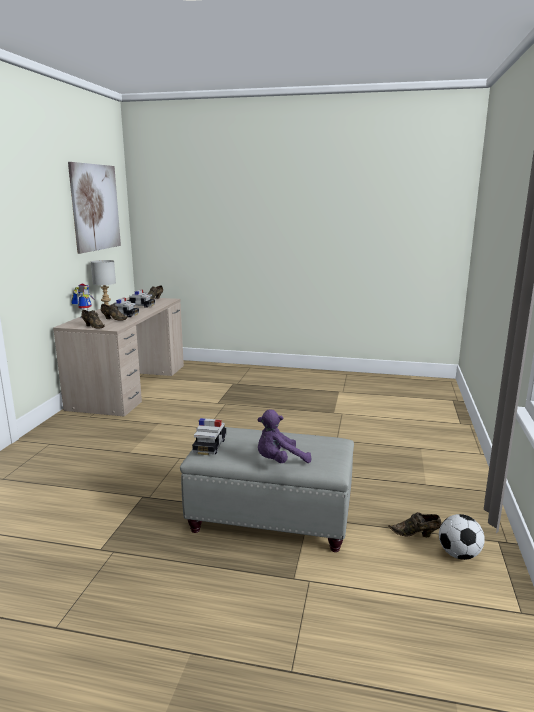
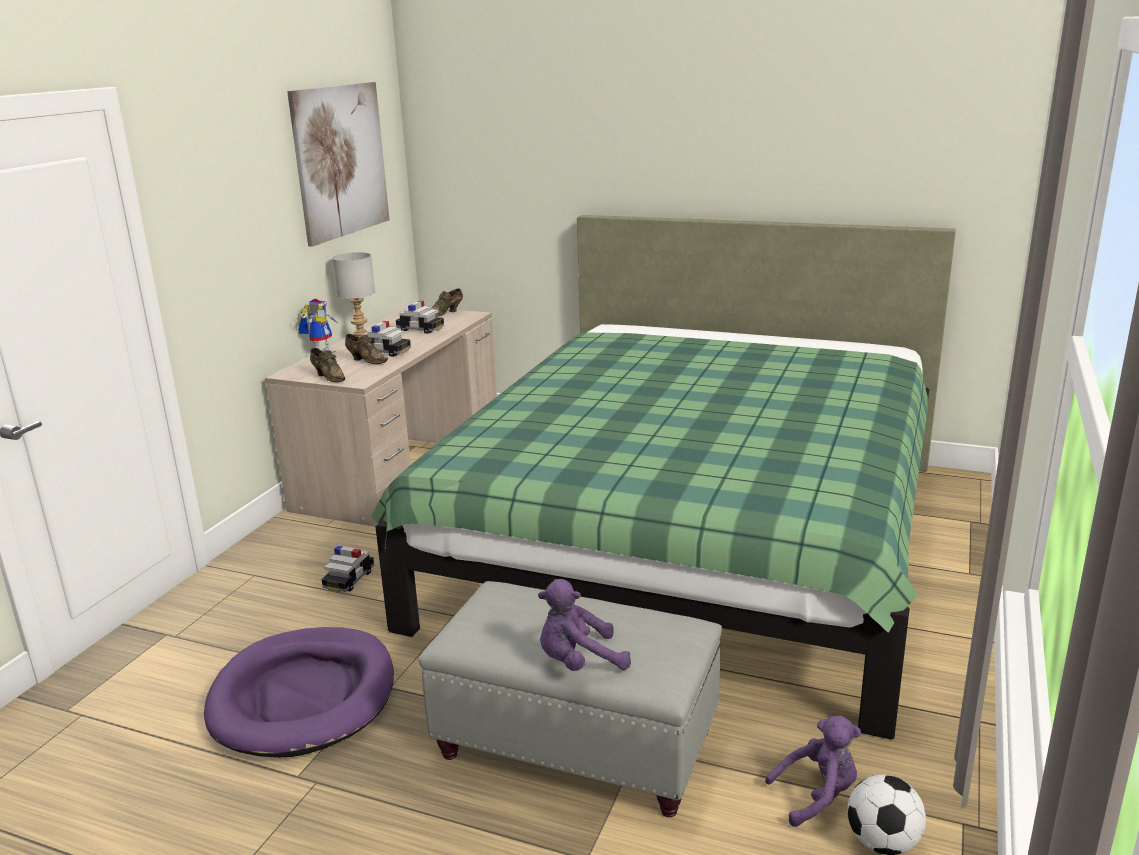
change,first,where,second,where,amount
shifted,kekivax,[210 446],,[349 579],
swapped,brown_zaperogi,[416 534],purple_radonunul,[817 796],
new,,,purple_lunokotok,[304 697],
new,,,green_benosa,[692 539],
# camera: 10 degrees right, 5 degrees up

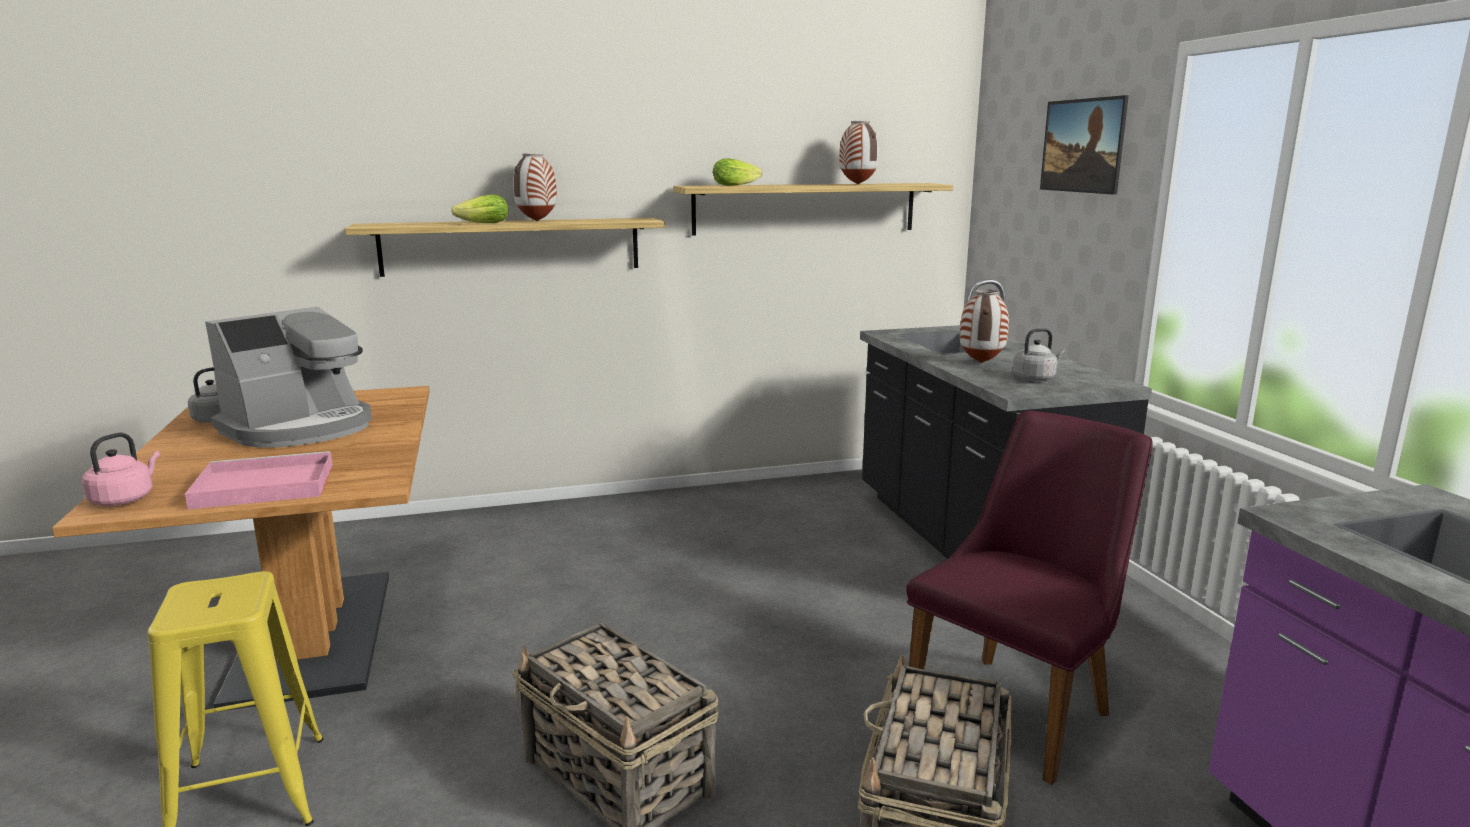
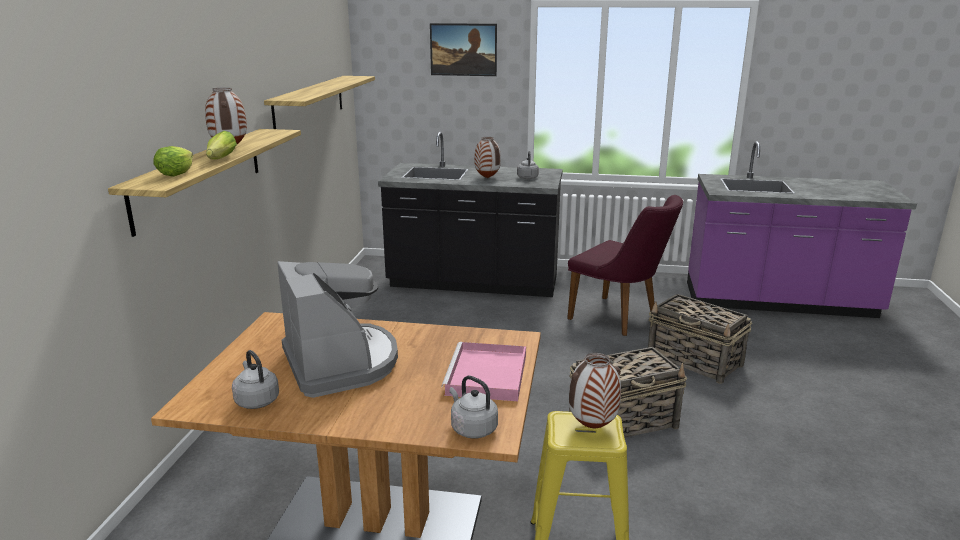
change,first,where,second,where,amount
repainted,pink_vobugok,[125 499],grey_vobugok,[472 428],
shifted,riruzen,[738 185],,[178 172],
shifted,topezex,[857 184],,[592 427],
rotated,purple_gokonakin,[1021 705],,[620 318],150 degrees clockwise
# camera: 65 degrees left, 5 degrees up

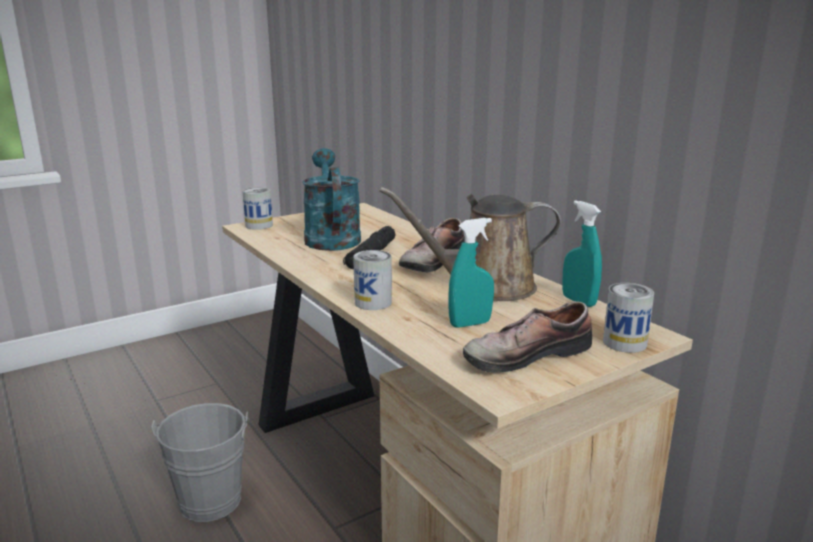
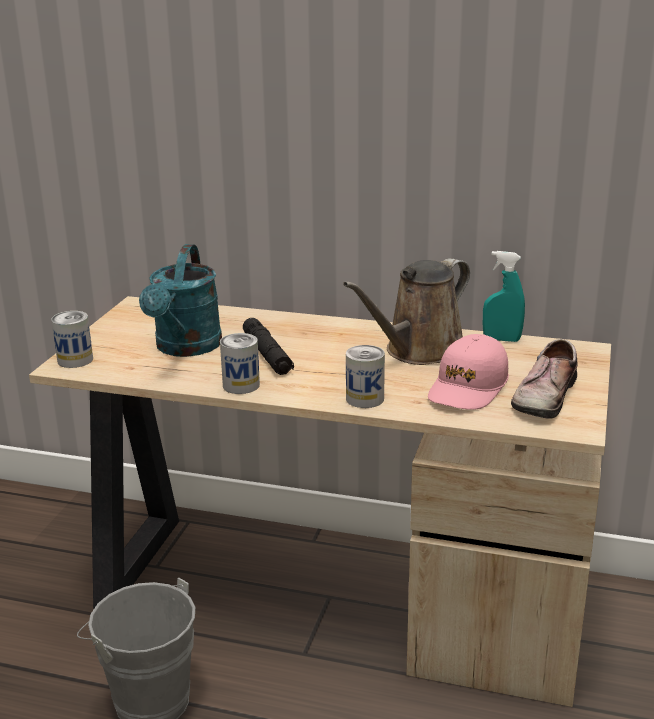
change,first,where,second,where,amount
rotated,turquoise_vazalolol,[330 237],,[185 348],120 degrees counterclockwise
gone,zaperogi,[430 260],,,
swapped,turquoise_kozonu,[470 324],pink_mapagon,[468 387],
shifted,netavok,[624 343],,[241 385],
# camera: 40 degrees left, 5 degrees up

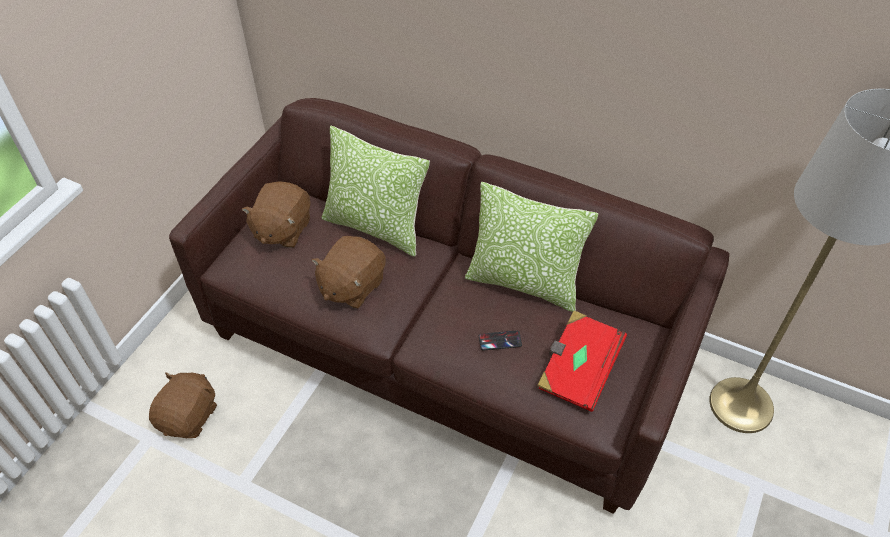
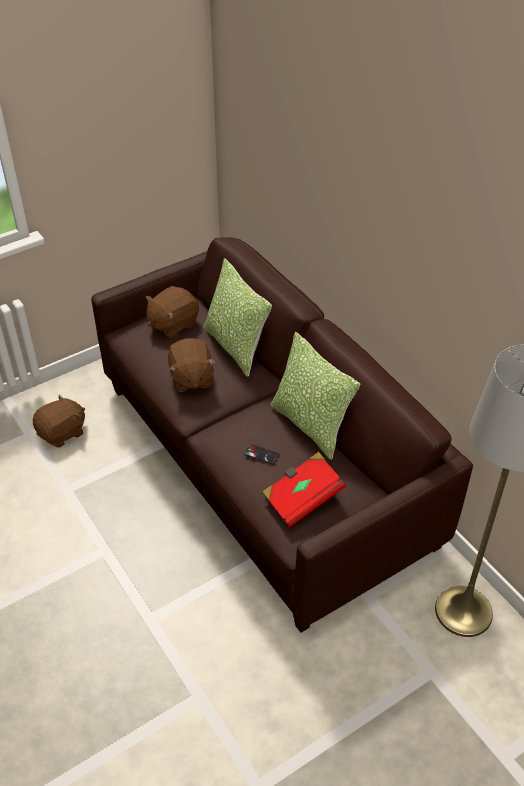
change,first,where,second,where,amount
rotated,brown_radonunul,[351 286],,[191 378],75 degrees counterclockwise
# camera: 30 degrees right, 5 degrees down

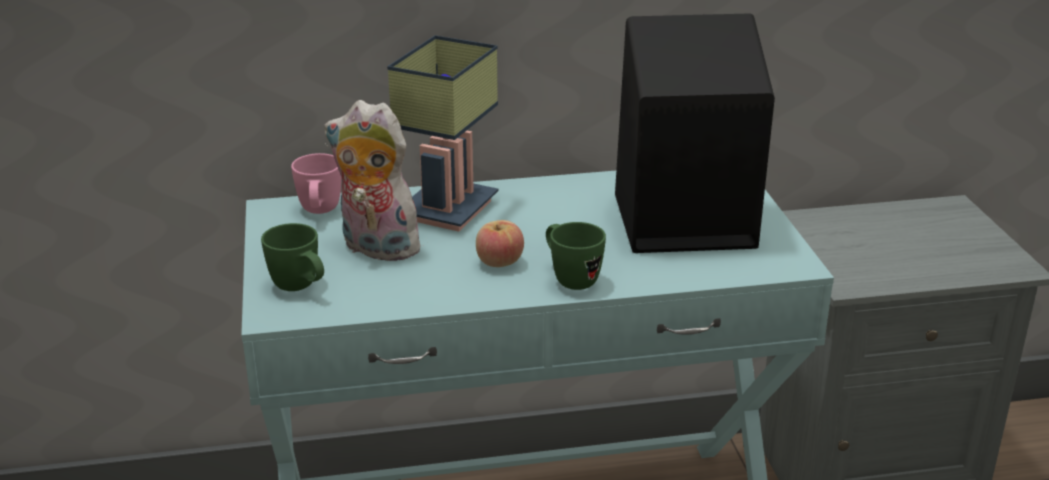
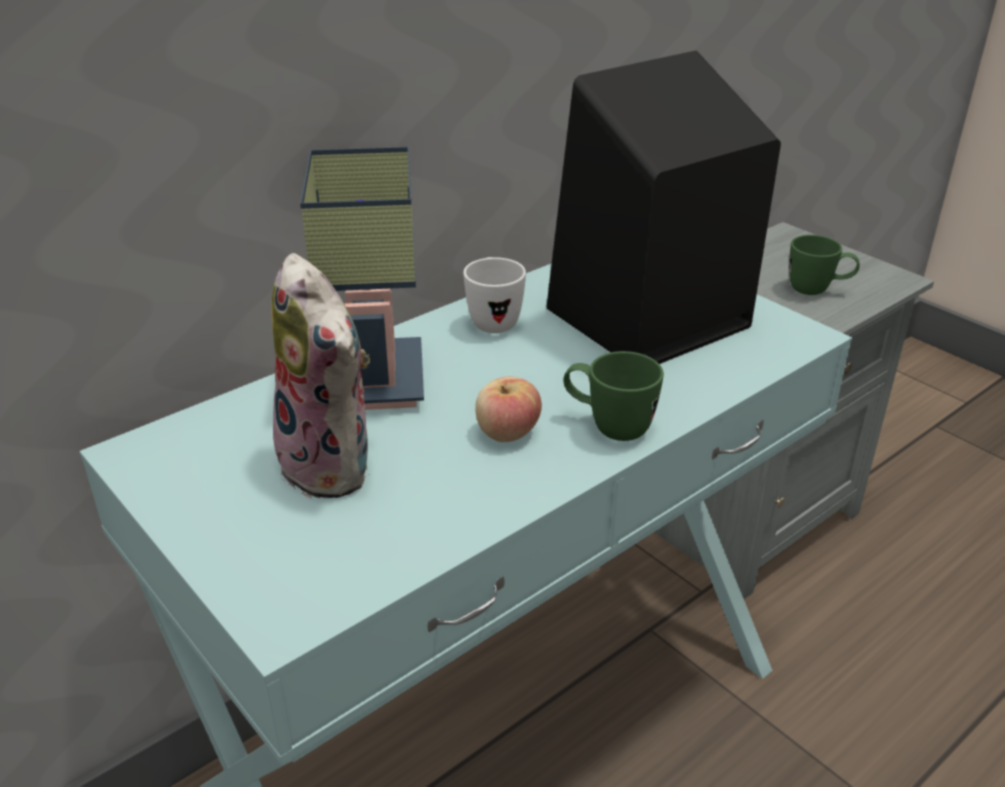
change,first,where,second,where,amount
shifted,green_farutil,[301 288],,[817 291],
gone,pink_farutil,[319 213],,,
rotated,radonunul,[375 248],,[334 466],120 degrees counterclockwise
new,,,white_farutil,[493 320],
# camera: 30 degrees left, 5 degrees up

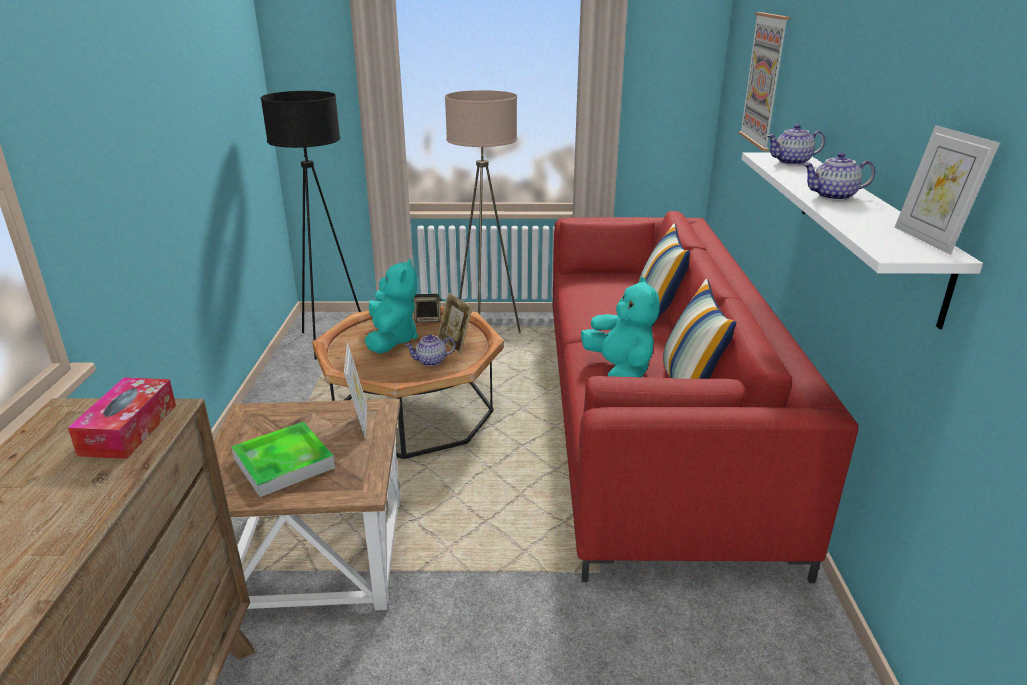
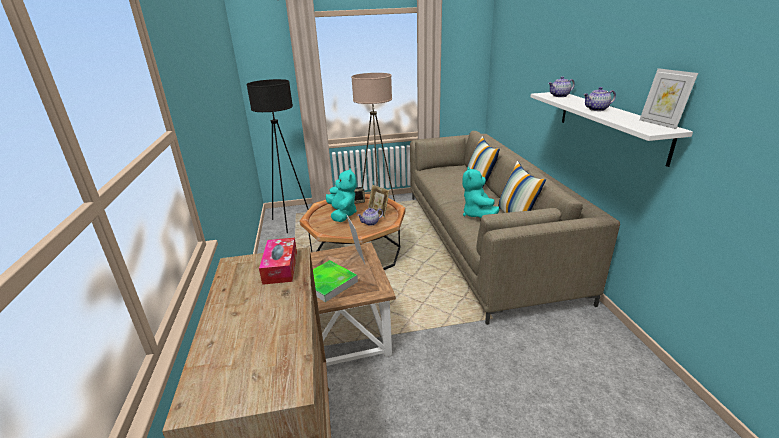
change,first,where,second,where,amount
repainted,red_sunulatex,[649 418],beige_sunulatex,[483 240],
rotated,turquoise_radonunul,[620 372],,[478 215],150 degrees counterclockwise
gone,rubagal,[764 80],,,
# camera: 10 degrees left, 0 degrees up

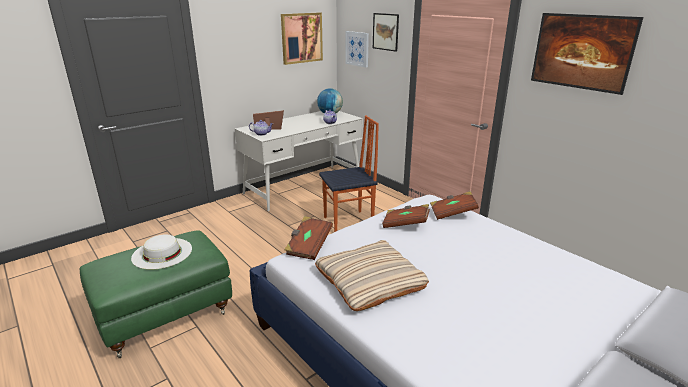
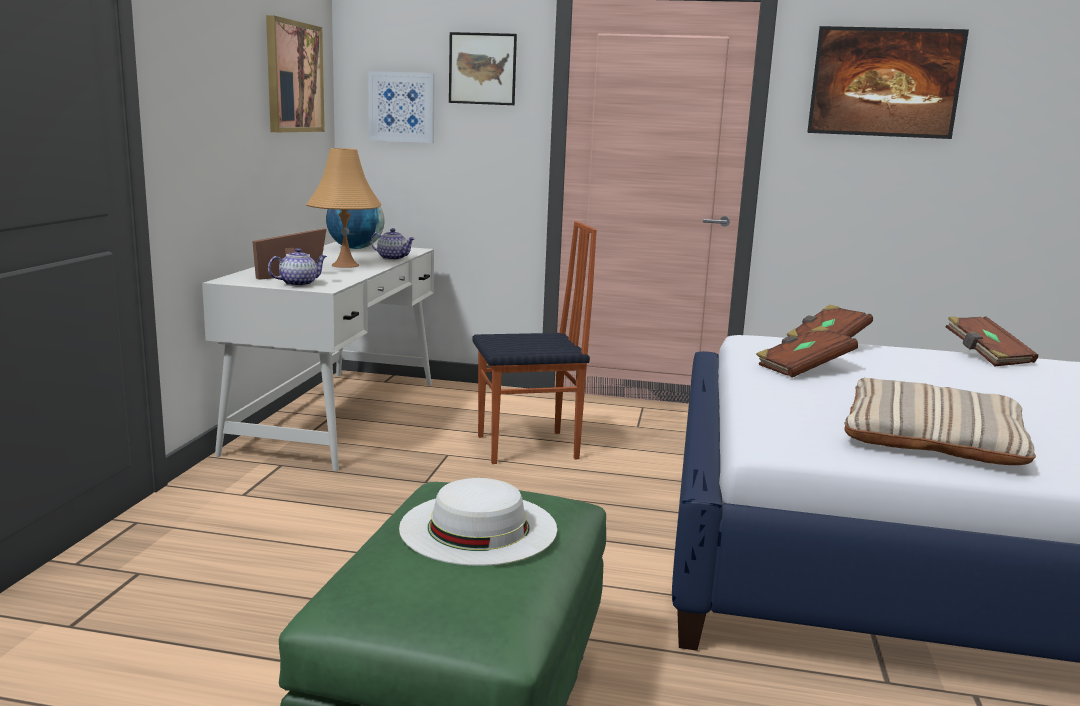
change,first,where,second,where,amount
shifted,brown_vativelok,[308 246],,[986 356],
rotated,gokonakin,[349 222],,[528 448],45 degrees clockwise
new,,,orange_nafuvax,[345 265],
# camera: 40 degrees left, 10 degrees down

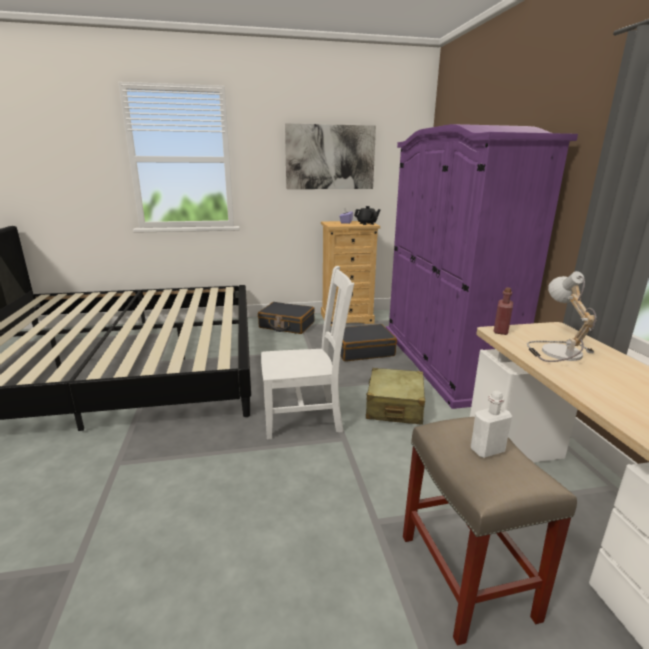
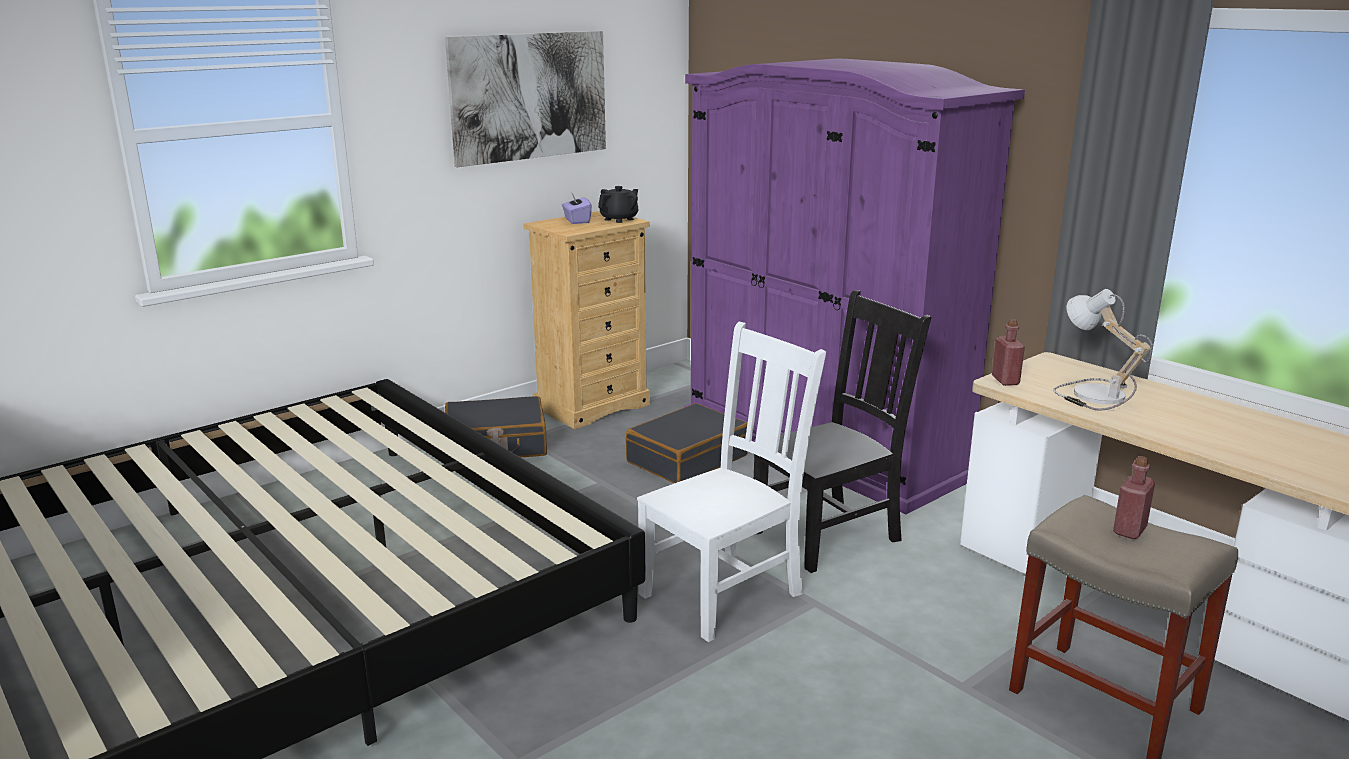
change,first,where,second,where,amount
swapped,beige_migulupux,[394 406],black_gokonakin,[830 534],
repainted,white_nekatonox,[487 450],red_nekatonox,[1129 530],
# camera: 30 degrees left, 0 degrees up

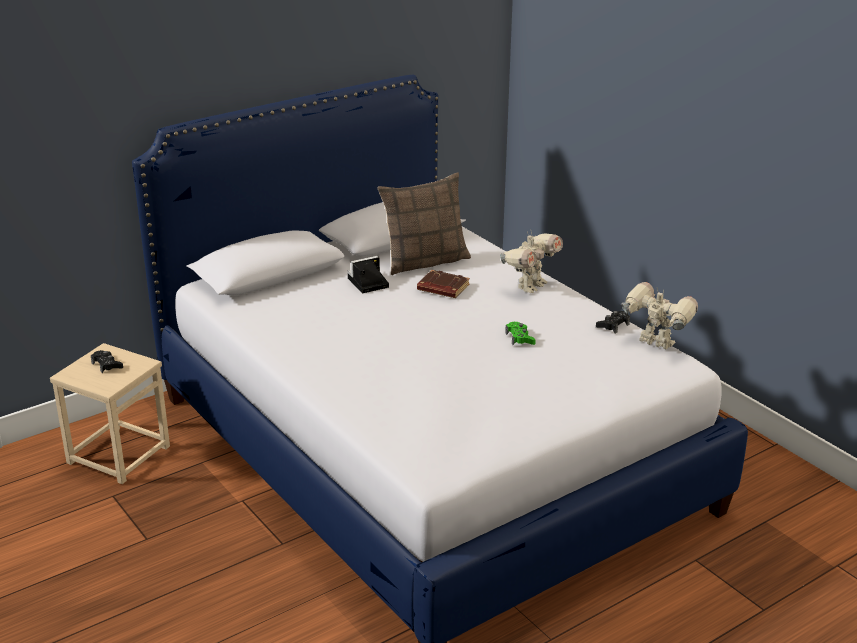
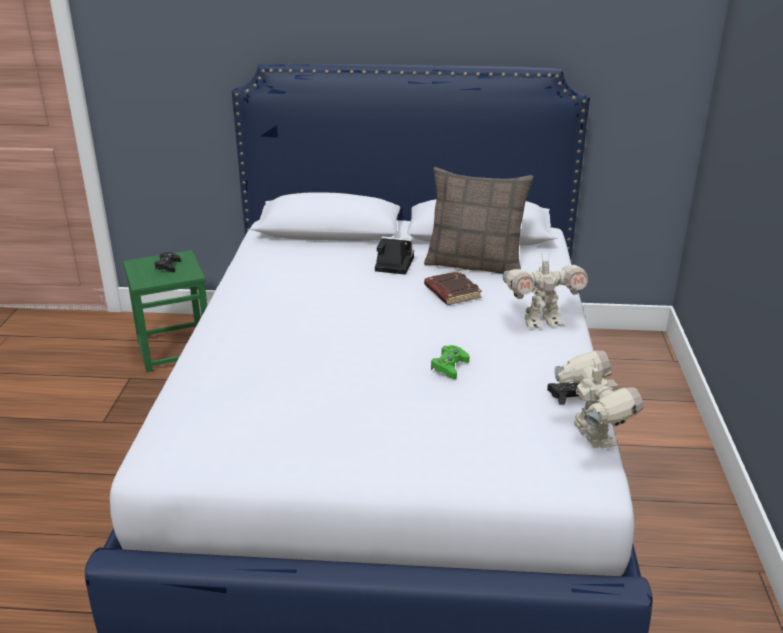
change,first,where,second,where,amount
repainted,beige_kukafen,[118 454],green_kukafen,[175 349],
# camera: 40 degrees right, 0 degrees up

